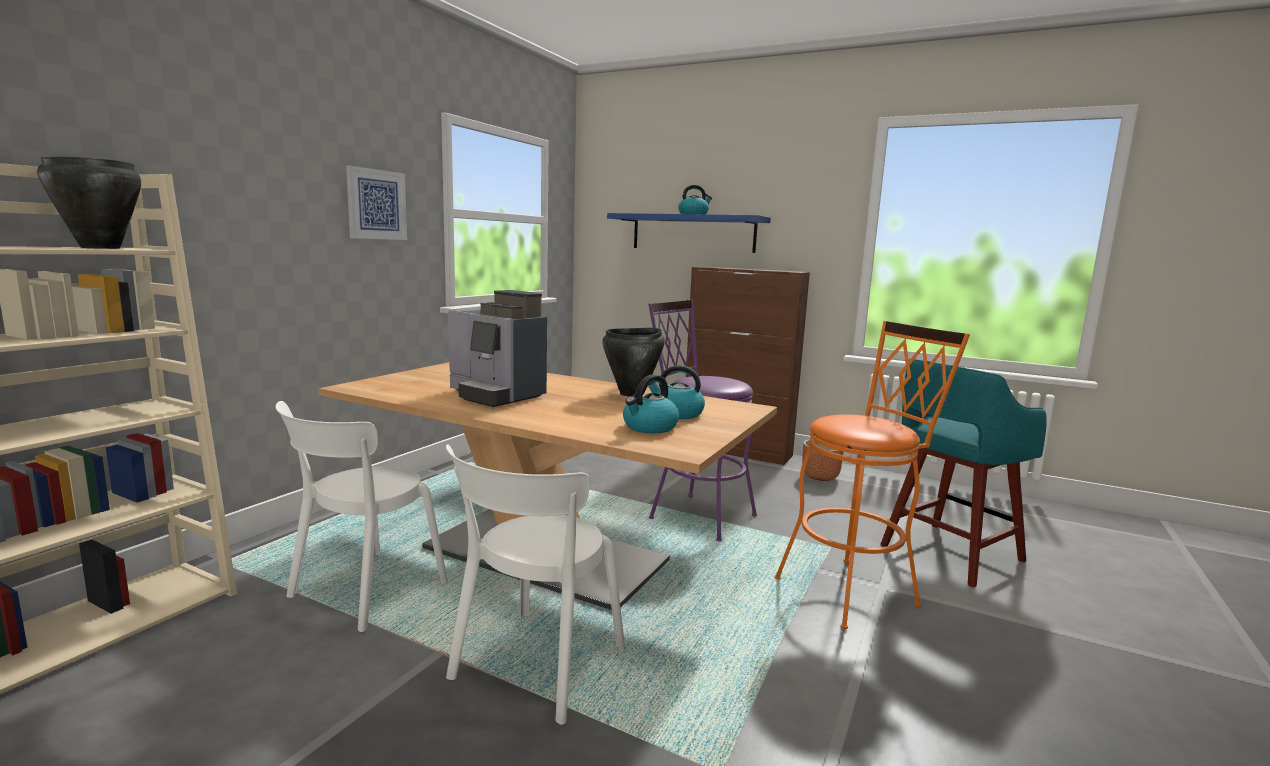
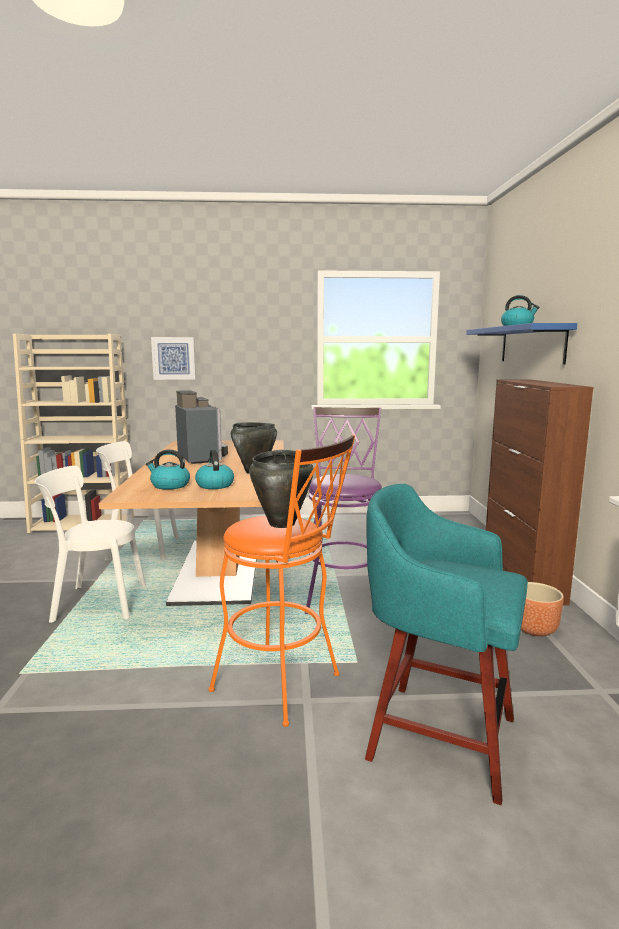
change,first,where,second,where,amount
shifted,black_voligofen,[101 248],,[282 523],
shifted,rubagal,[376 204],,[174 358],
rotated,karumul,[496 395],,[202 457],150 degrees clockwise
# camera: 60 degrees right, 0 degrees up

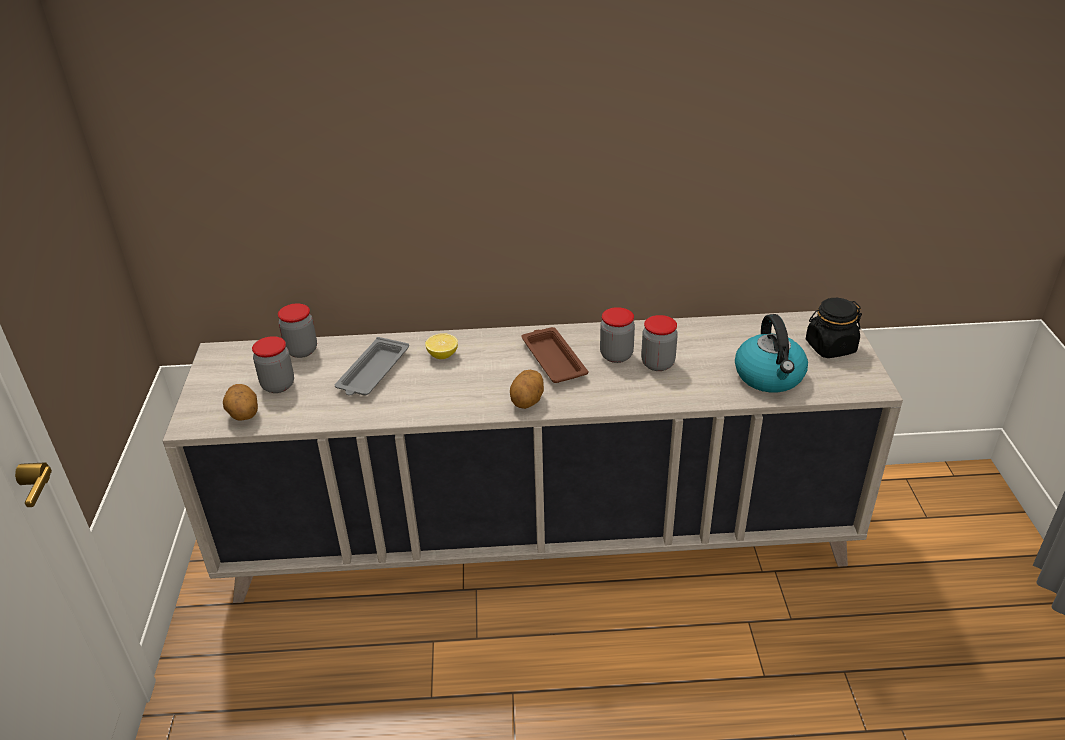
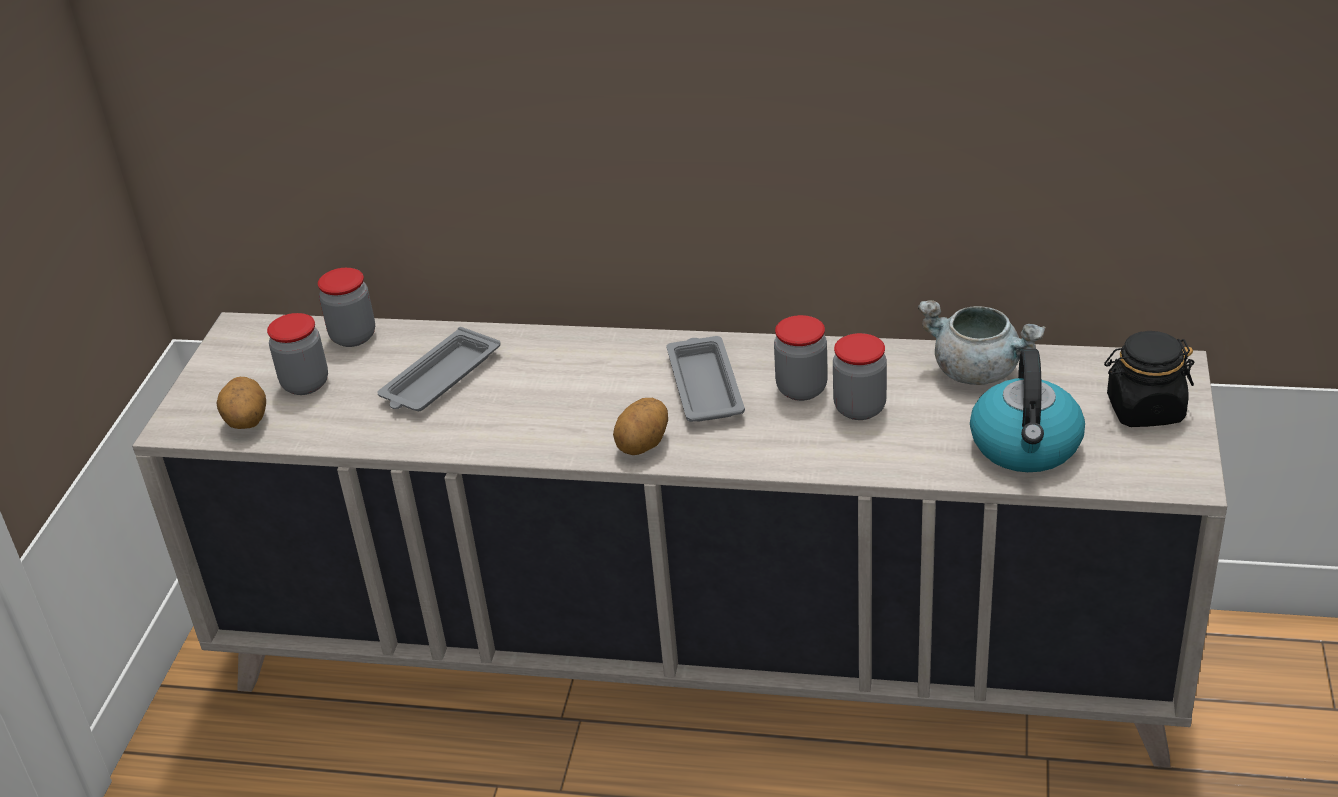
change,first,where,second,where,amount
gone,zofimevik,[442 355],,,
repainted,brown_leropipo,[553 359],grey_leropipo,[704 385],
new,,,grey_voligofen,[978 371],
# camera: 15 degrees right, 0 degrees up

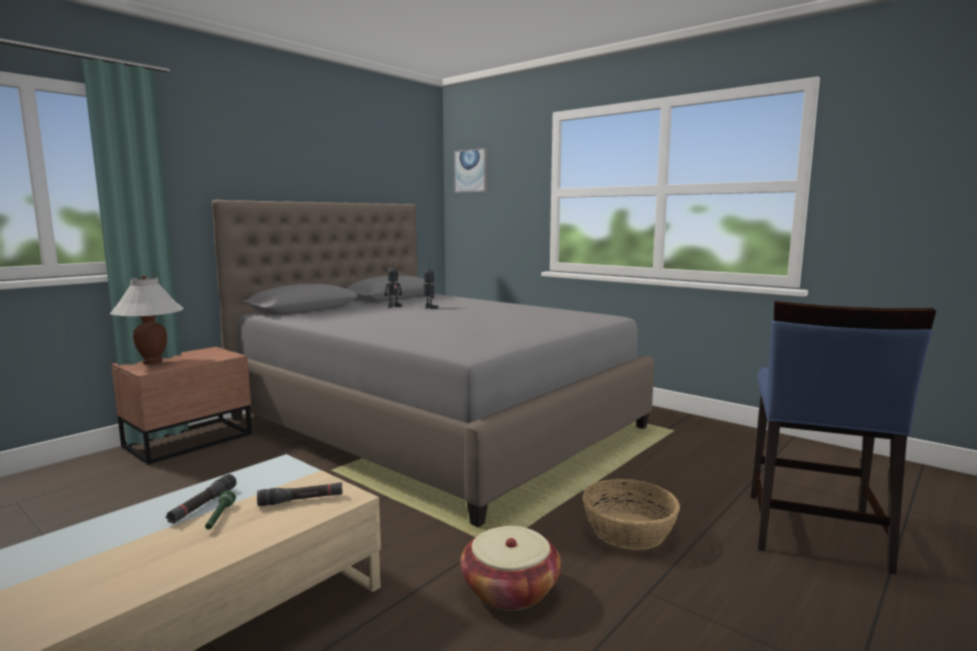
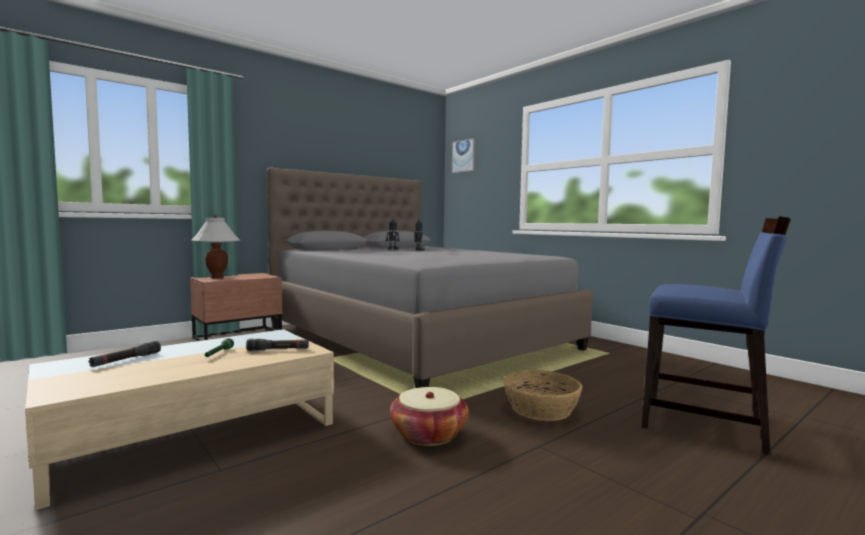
change,first,where,second,where,amount
shifted,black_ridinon,[203 505],,[126 360],
rotated,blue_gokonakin,[813 531],,[704 422],90 degrees counterclockwise
# camera: 10 degrees right, 5 degrees down

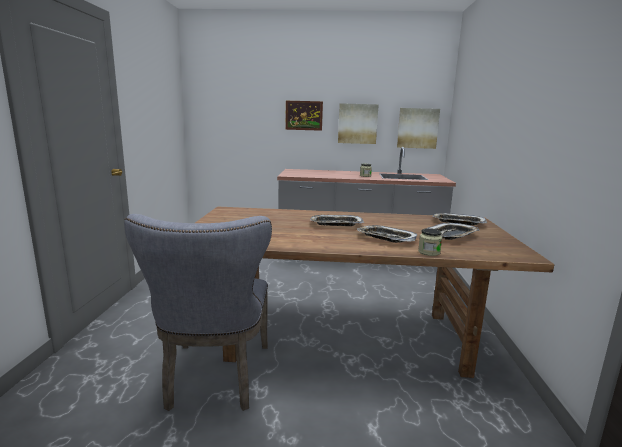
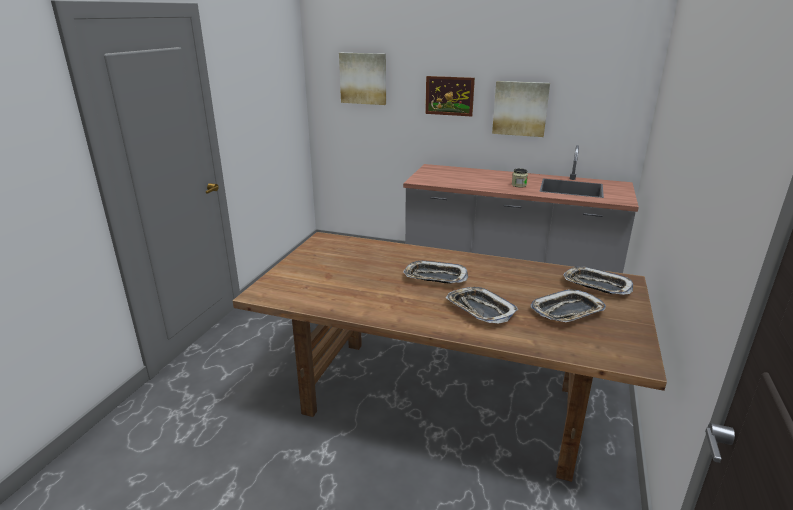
change,first,where,second,where,amount
gone,grey_gokonakin,[215 379],,,
shifted,rubagal,[417 128],,[363 78],
gone,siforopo,[429 252],,,
# camera: 15 degrees right, 10 degrees up

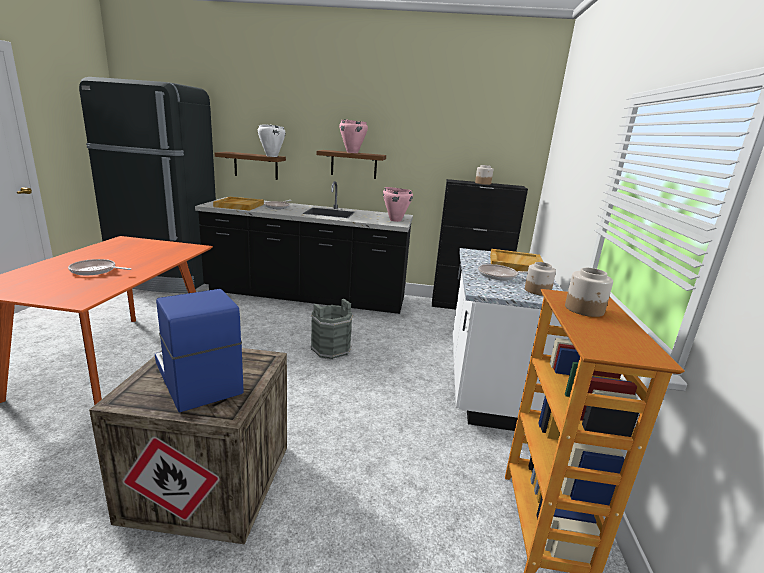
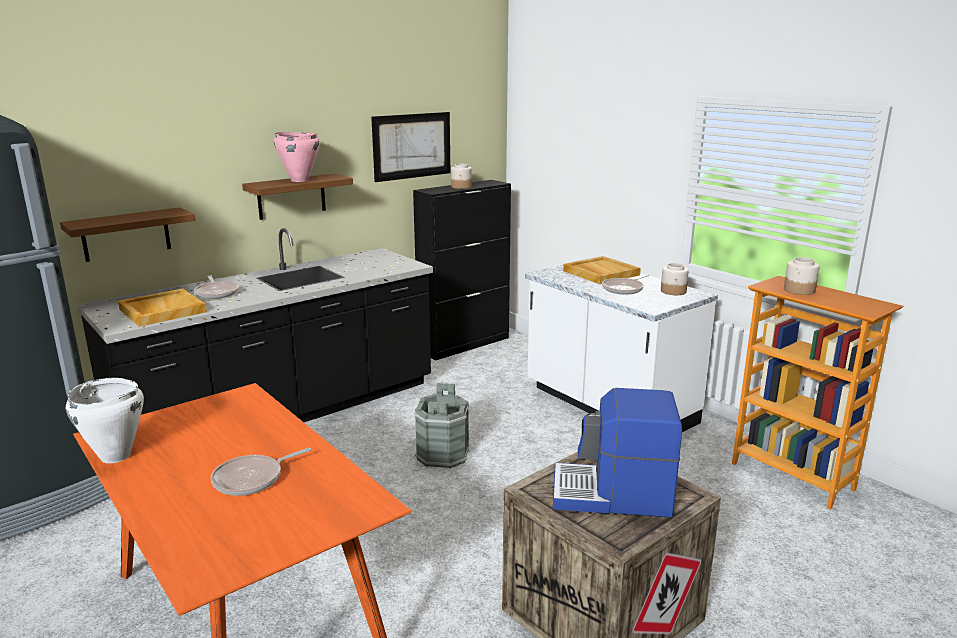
change,first,where,second,where,amount
shifted,white_voligofen,[271 156],,[115 456],
gone,pink_voligofen,[395 220],,,
new,,,rubagal,[412 146],
# camera: 45 degrees left, 0 degrees up

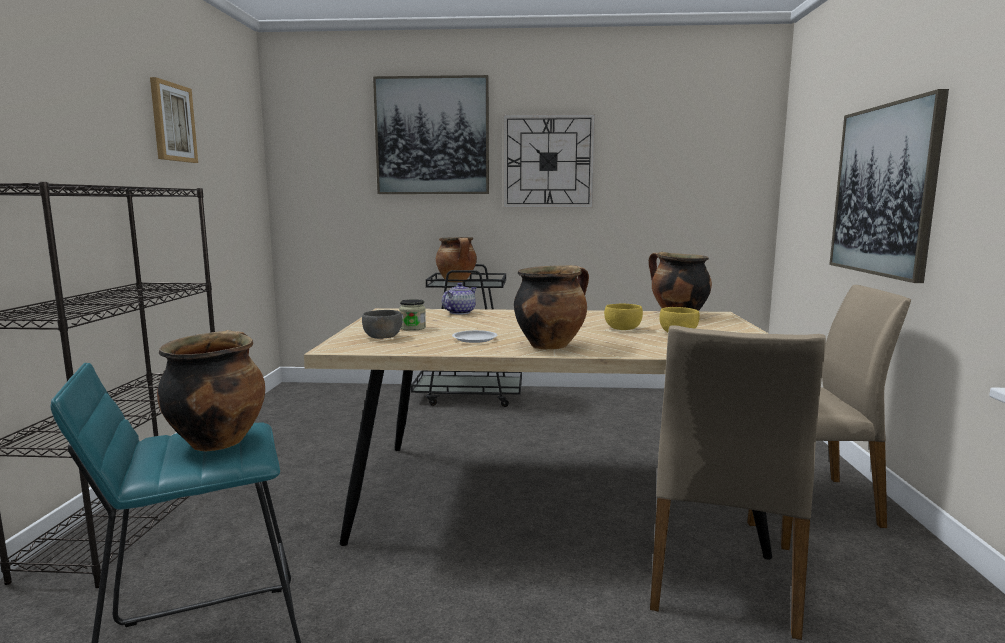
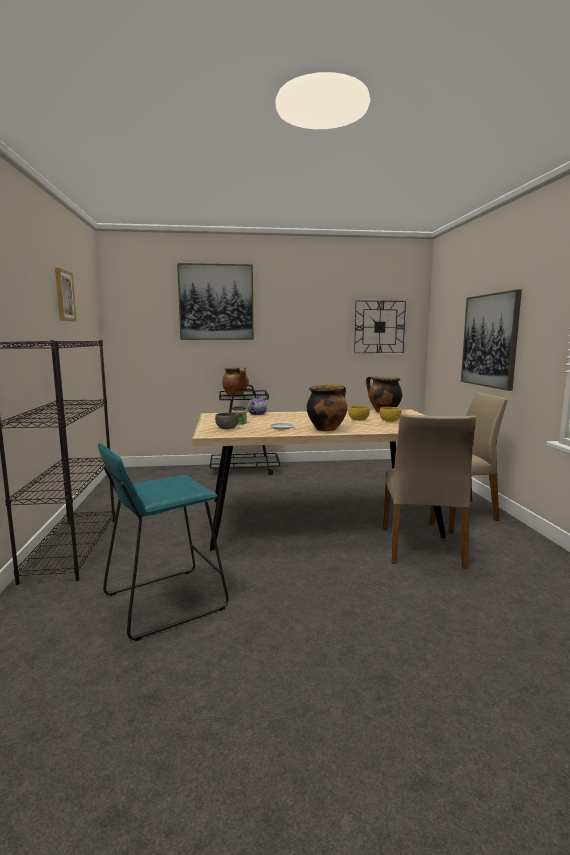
change,first,where,second,where,amount
gone,voligofen,[218 441],,,
shifted,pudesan,[548 161],,[379 327],
# camera: 10 degrees left, 0 degrees up

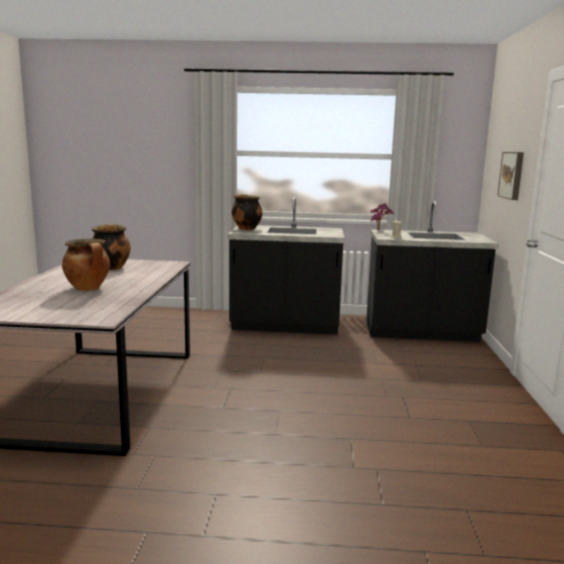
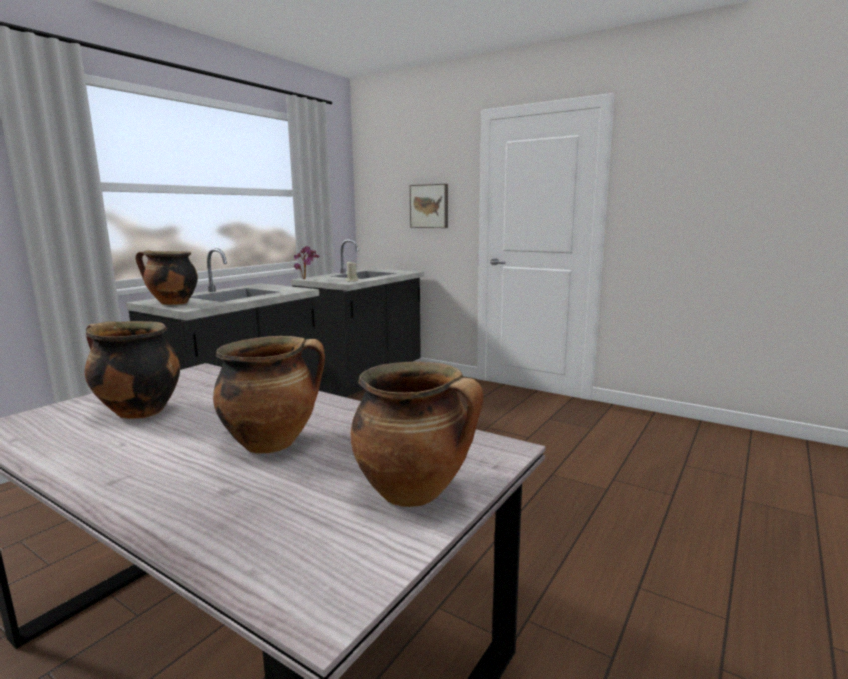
change,first,where,second,where,amount
new,,,voligofen,[415 493],
# camera: 60 degrees left, 0 degrees up

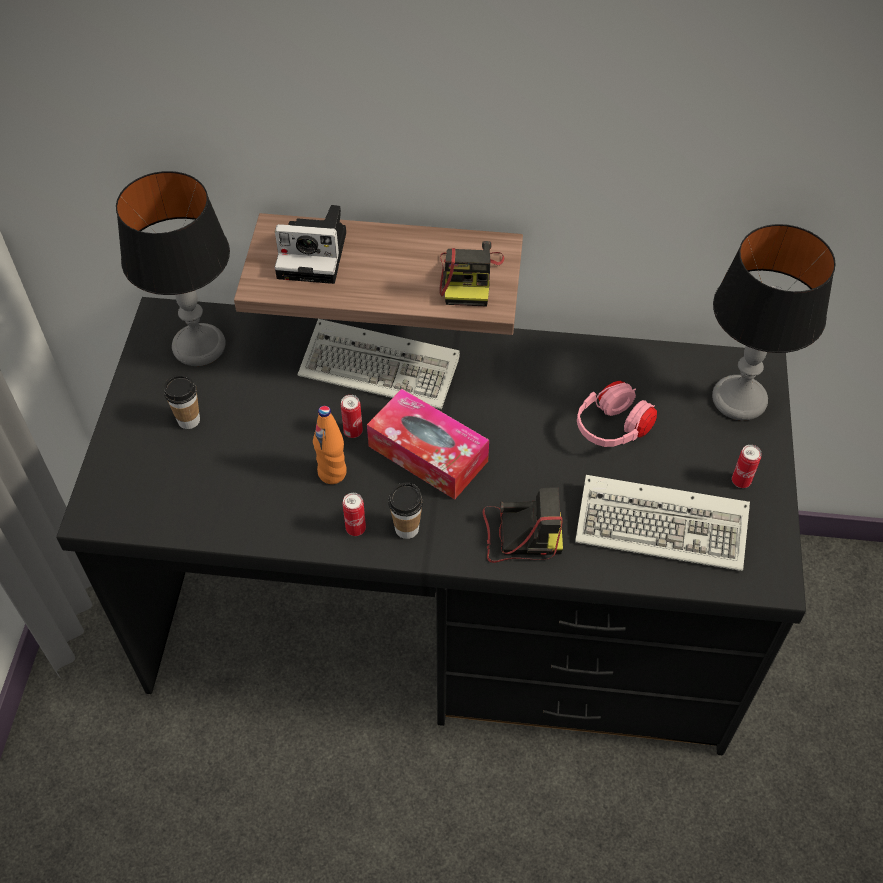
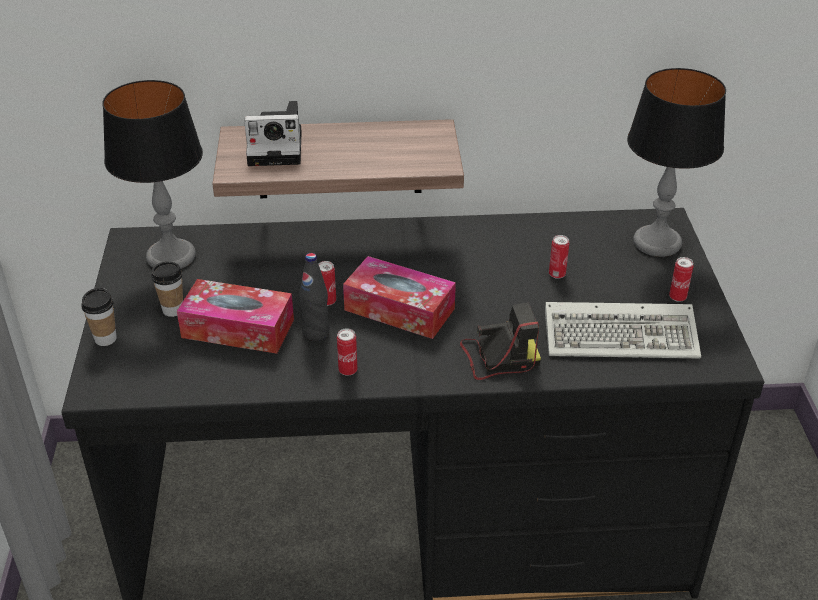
change,first,where,second,where,amount
gone,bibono,[383 368],,,
repainted,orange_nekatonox,[332 473],black_nekatonox,[316 333],
shifted,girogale,[407 528],,[105 339],
gone,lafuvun,[469 278],,,
swapped,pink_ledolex,[613 429],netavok,[557 274],
new,,,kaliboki,[238 328],
# camera: 10 degrees left, 15 degrees down

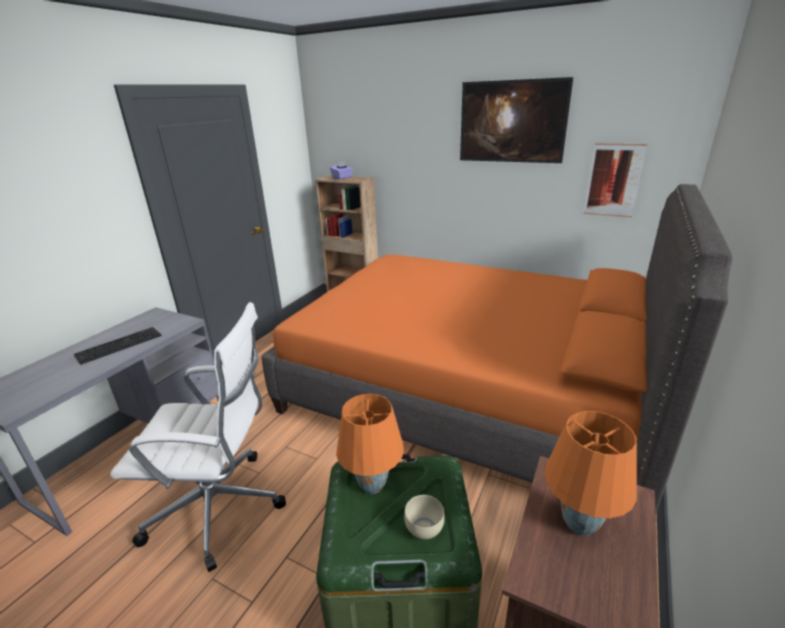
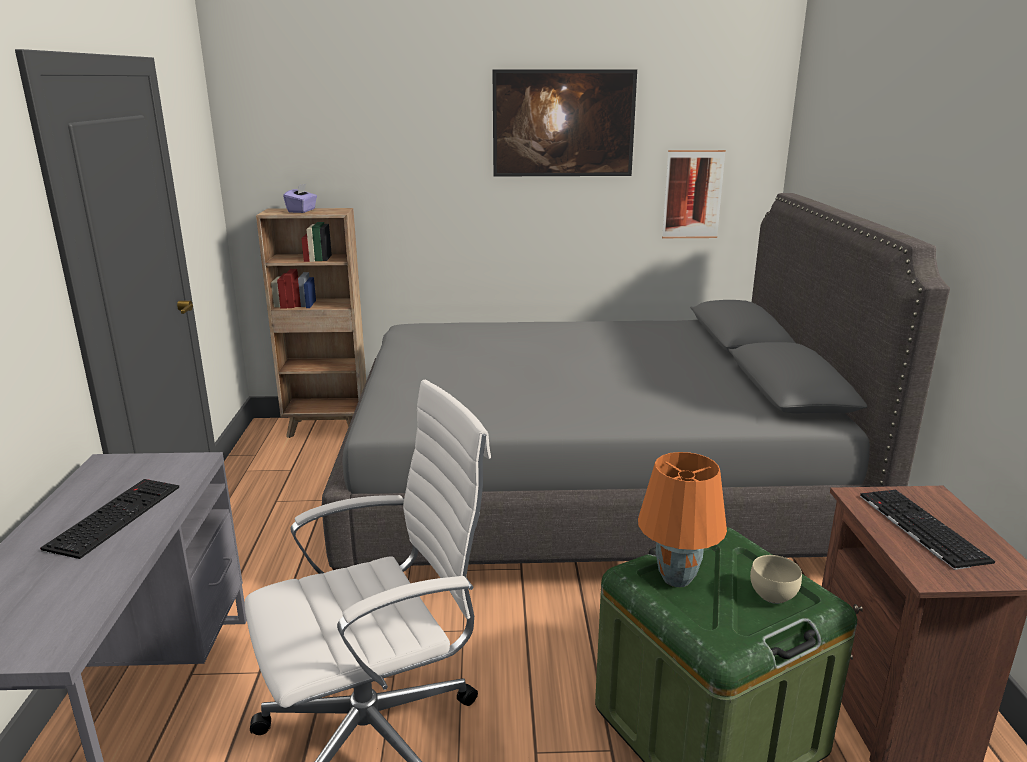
change,first,where,second,where,amount
repainted,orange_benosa,[468 390],grey_benosa,[588 493],
swapped,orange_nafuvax,[578 523],bibono,[919 527],
# camera: 30 degrees left, 5 degrees down

